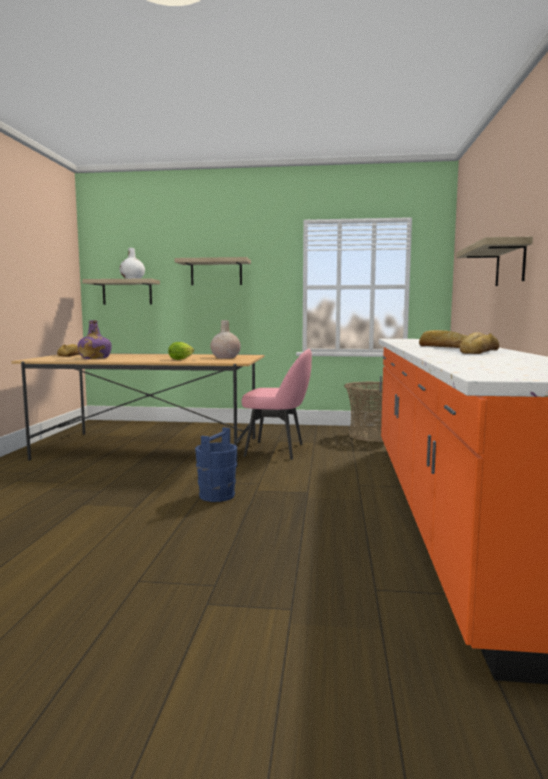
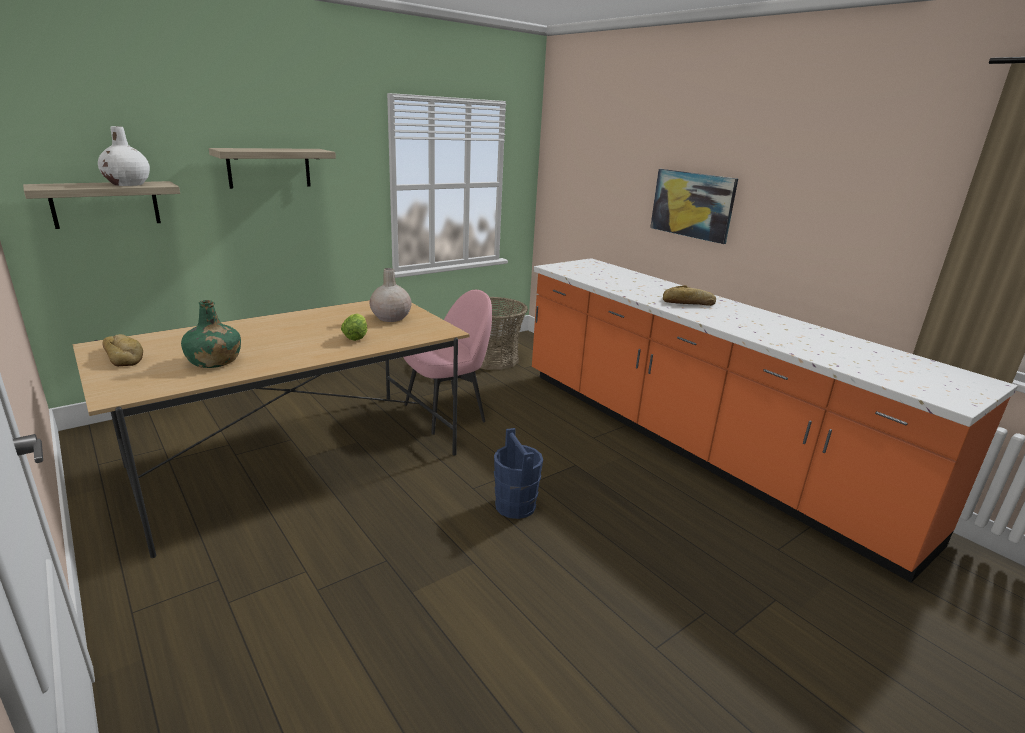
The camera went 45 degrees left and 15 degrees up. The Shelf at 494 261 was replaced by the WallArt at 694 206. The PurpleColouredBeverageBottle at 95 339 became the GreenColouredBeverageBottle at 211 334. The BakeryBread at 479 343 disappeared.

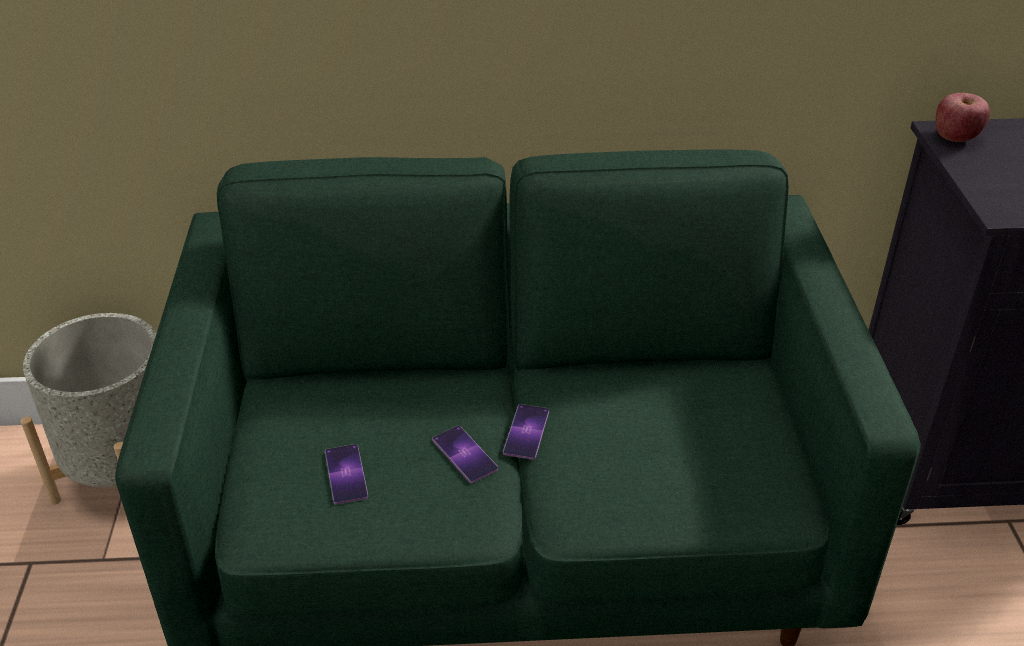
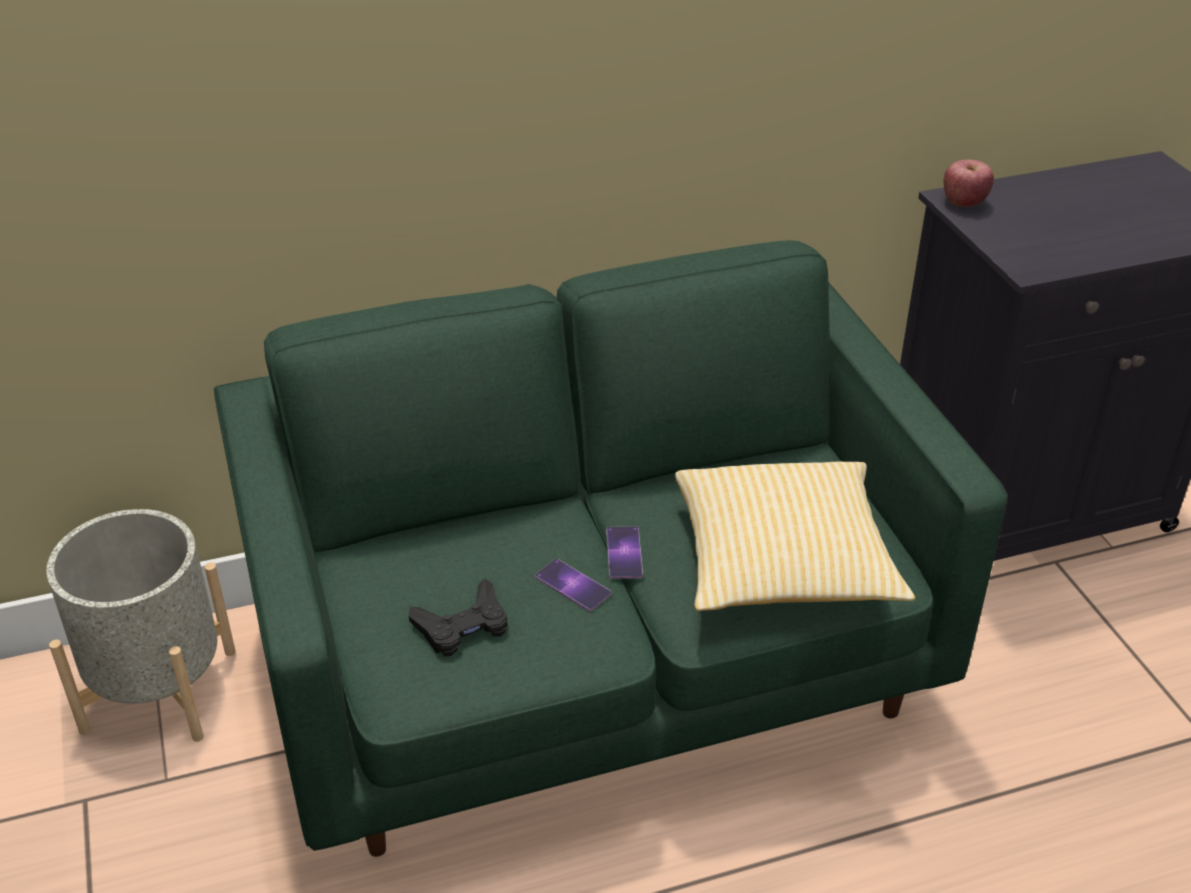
The camera went 15 degrees left and 0 degrees up. The Phone at 346 474 was replaced by the BlackishJoypad at 458 617. The Pillow at 795 536 appeared.

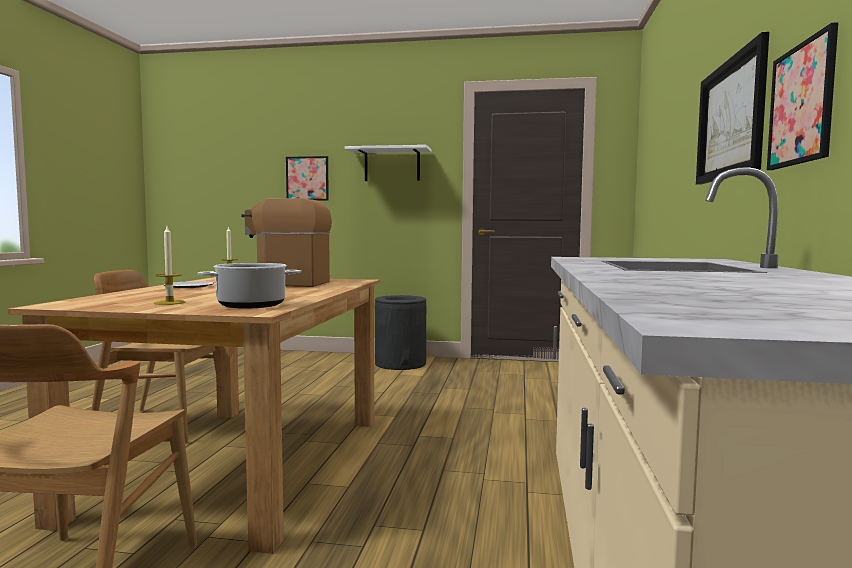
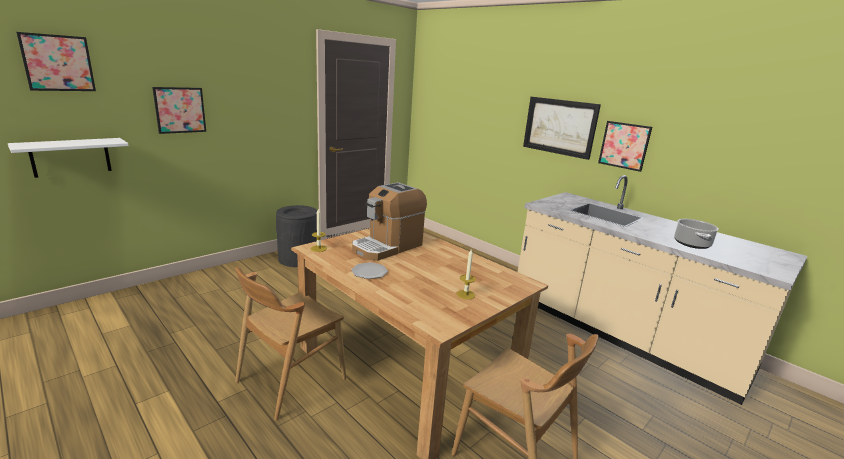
The camera went 55 degrees left and 15 degrees up. The WhiteColouredShelf moved from 388 163 to 68 158. The Stockpot moved from 249 285 to 696 234. The WallArt at 56 61 appeared.

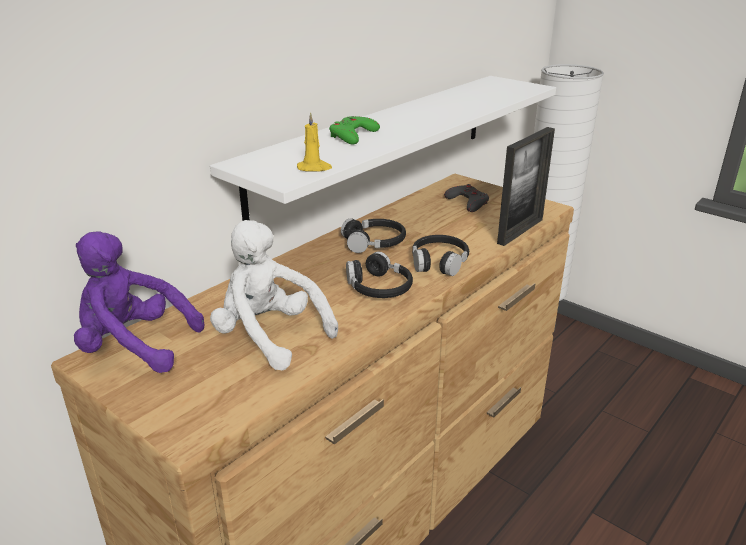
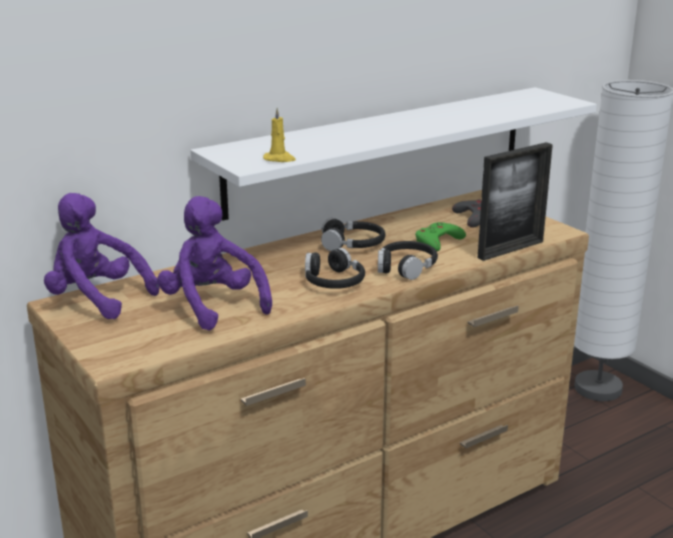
The camera went 15 degrees right and 5 degrees down. The GreenColouredJoypad moved from 354 130 to 440 236. The WhiteColouredSoftToy at 274 295 became the PurpleColouredSoftToy at 214 263.

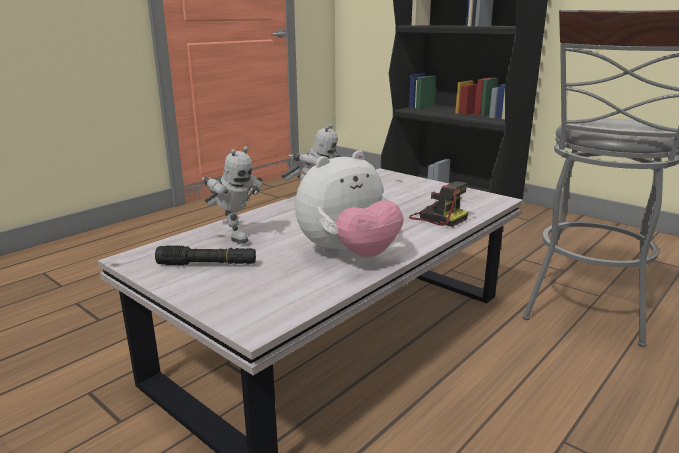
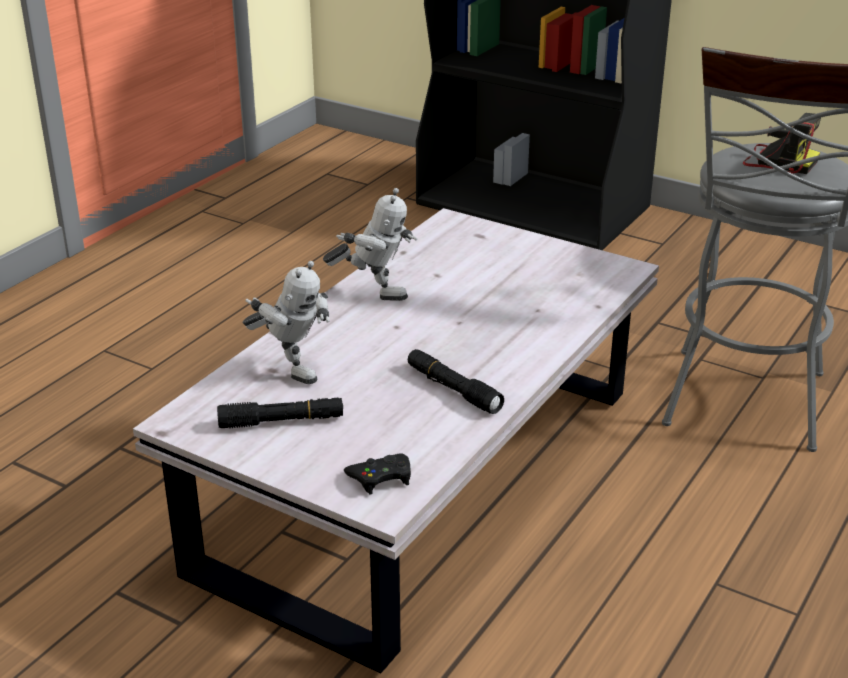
The camera went 10 degrees left and 10 degrees up. The SoftToy at 349 204 was replaced by the BlackishTorch at 456 381. The StillCamera moved from 438 204 to 782 143. The BlackishJoypad at 377 473 appeared.

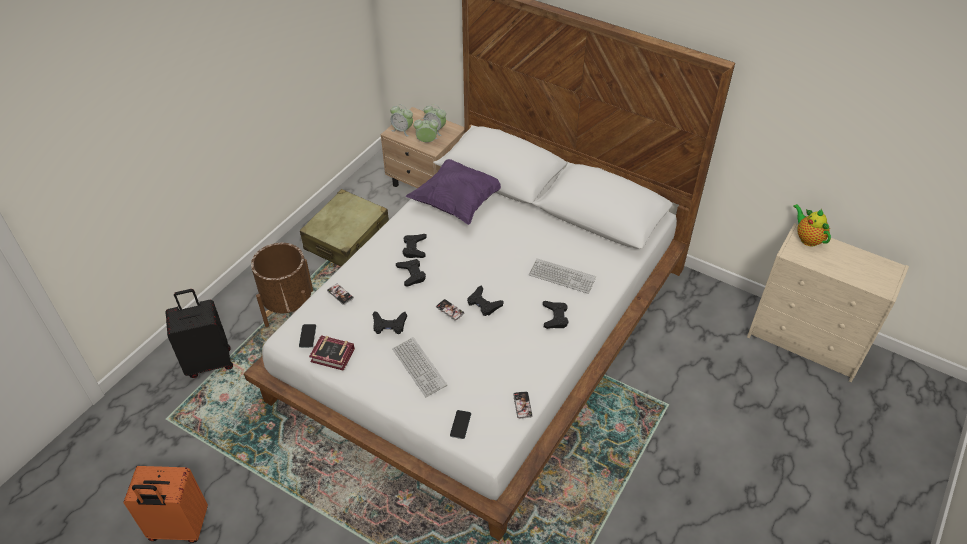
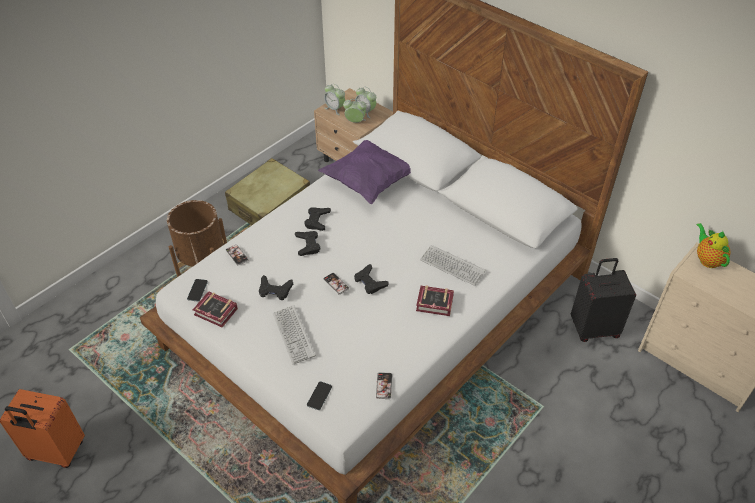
The camera went 10 degrees right and 0 degrees up. The BlackishPieceOfLuggage moved from 199 333 to 603 300. The BlackishJoypad at 556 315 was replaced by the BoundBook at 435 300.

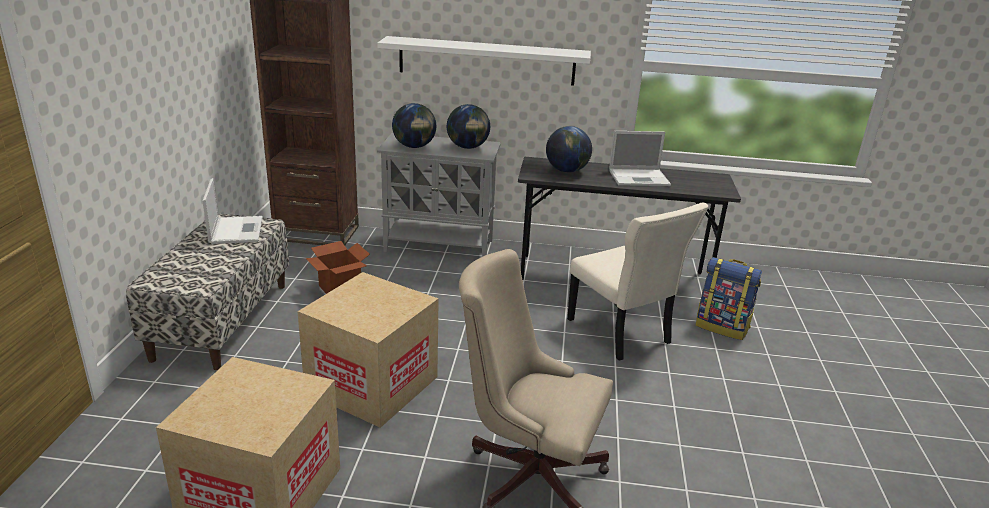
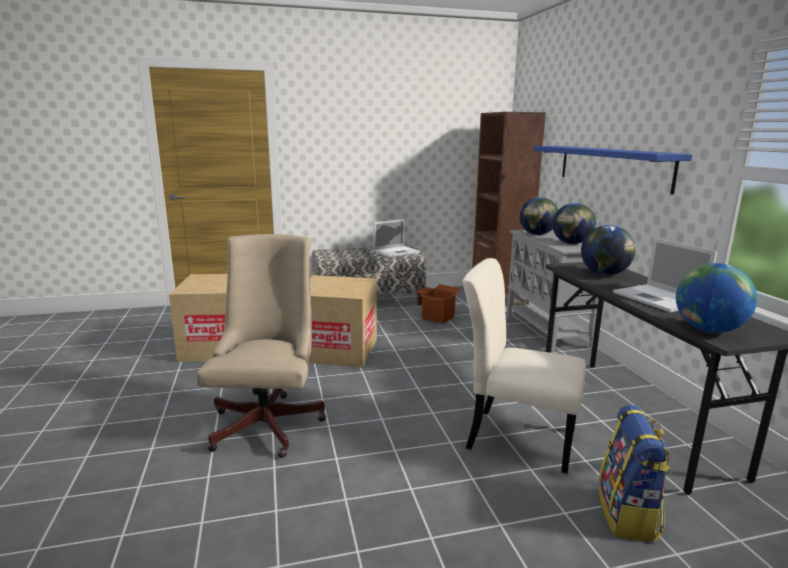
The camera went 70 degrees right and 10 degrees down. The WhiteColouredShelf at 484 61 became the BlueShelf at 612 170. The SandColouredChair at 637 282 turned 75 degrees clockwise. The DeskGlobe at 716 298 appeared.

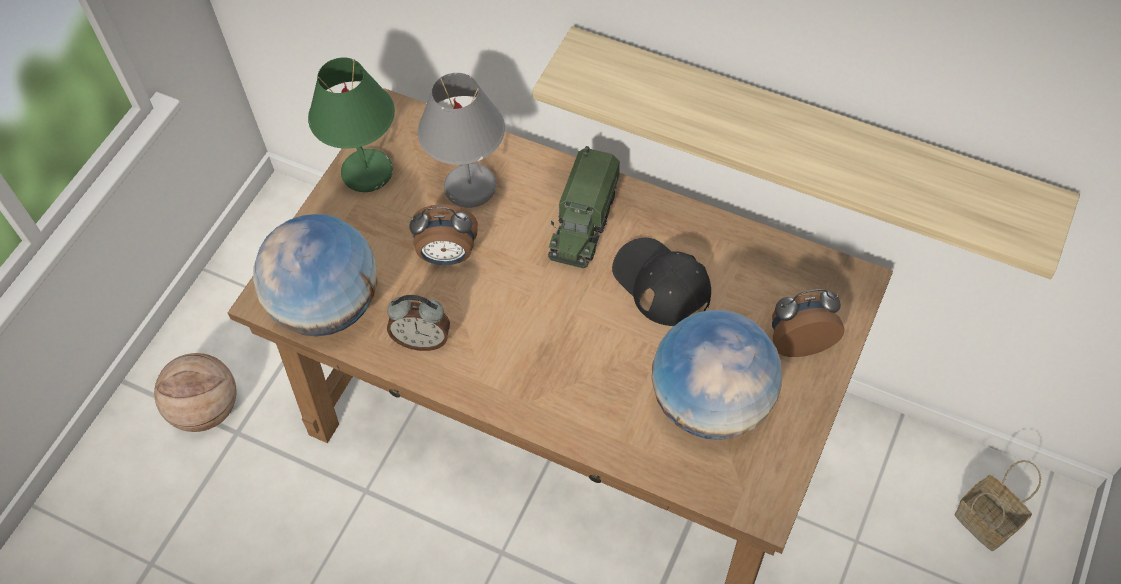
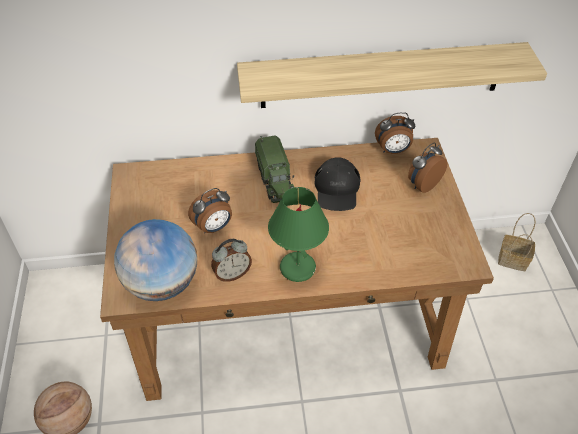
The camera went 35 degrees left and 10 degrees down. The GreenColouredLampForATable moved from 351 125 to 298 234. The GreyishLampForATable at 461 140 disappeared. The BlackishCap at 661 282 turned 105 degrees counterclockwise. The DeskGlobe at 717 375 disappeared. The TableClock at 395 133 appeared.

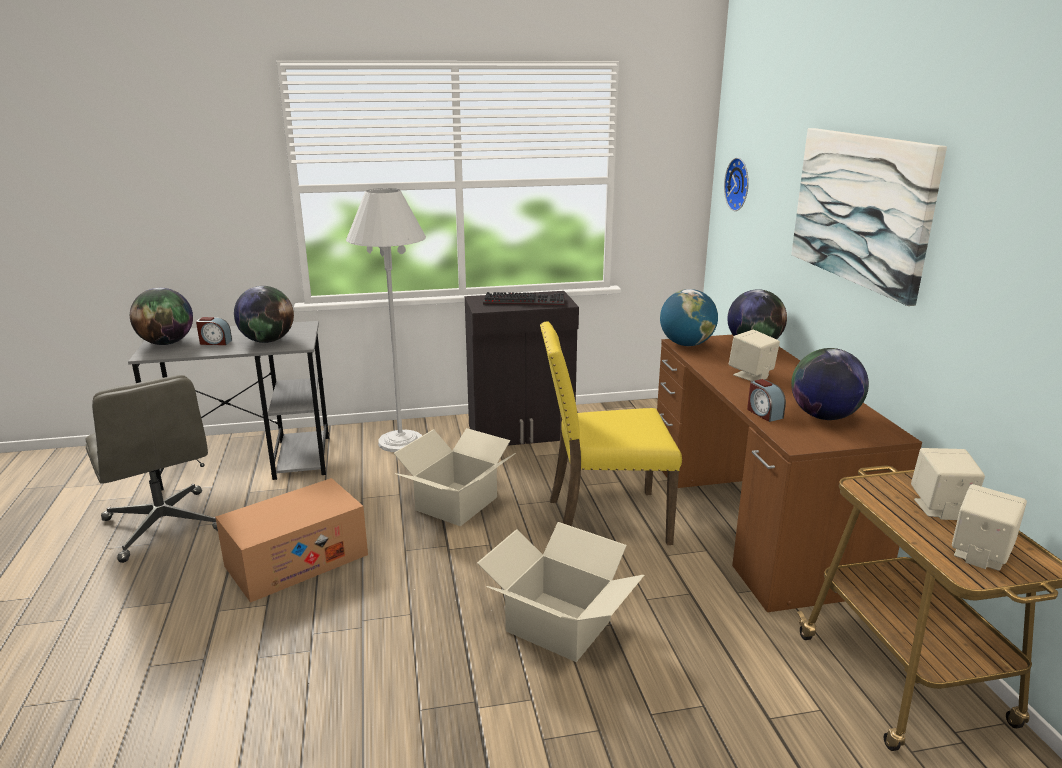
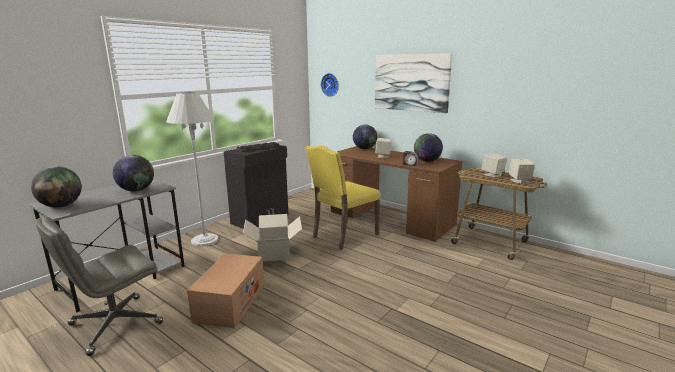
The camera went 40 degrees left and 5 degrees down. The DeskGlobe at 689 317 disappeared. The TableClock at 214 331 disappeared. The GreyishDeskChair at 151 469 turned 120 degrees clockwise. The PackingBox at 560 592 disappeared.

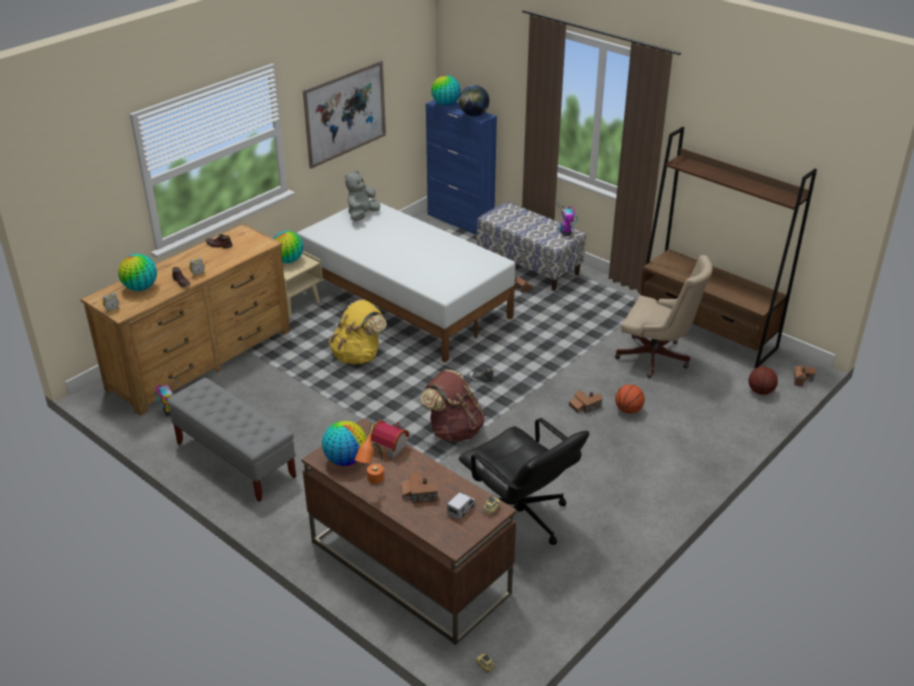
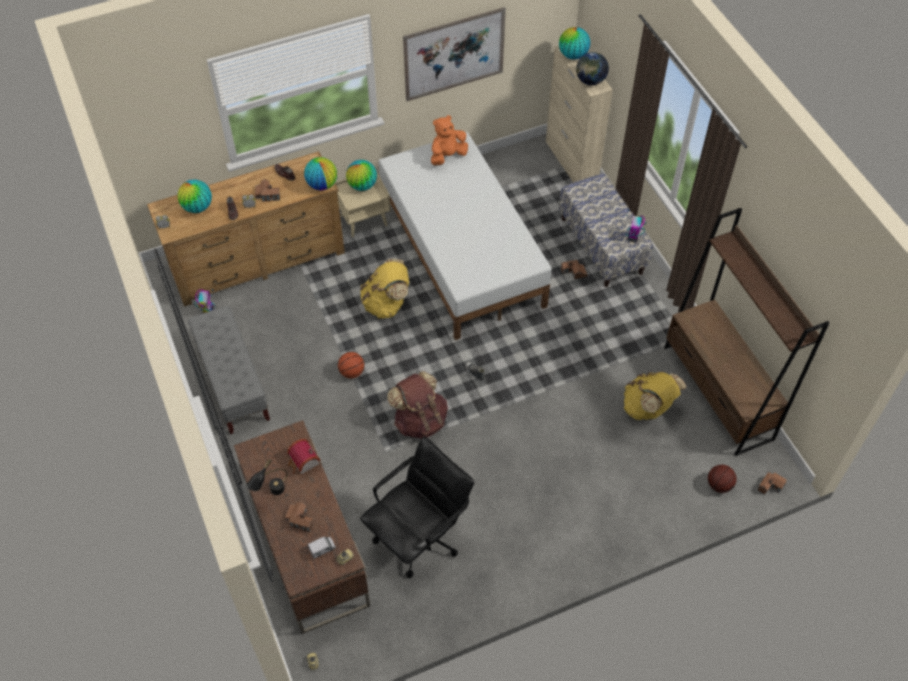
The camera went 25 degrees right and 20 degrees up. The BlueCupboard at 461 167 became the SandColouredCupboard at 579 114. The GreyishSoftToy at 362 196 became the OrangeSoftToy at 449 140. The SandColouredDeskChair at 664 316 was replaced by the YellowishKnapsack at 655 396. The BallForBasketball moved from 630 399 to 351 365. The MiniatureHouse moved from 586 401 to 267 190. The BlackishDeskChair at 524 481 turned 120 degrees counterclockwise. The DeskGlobe moved from 344 443 to 320 173. The OrangeLampForATable at 369 454 became the BlackishLampForATable at 267 477.

